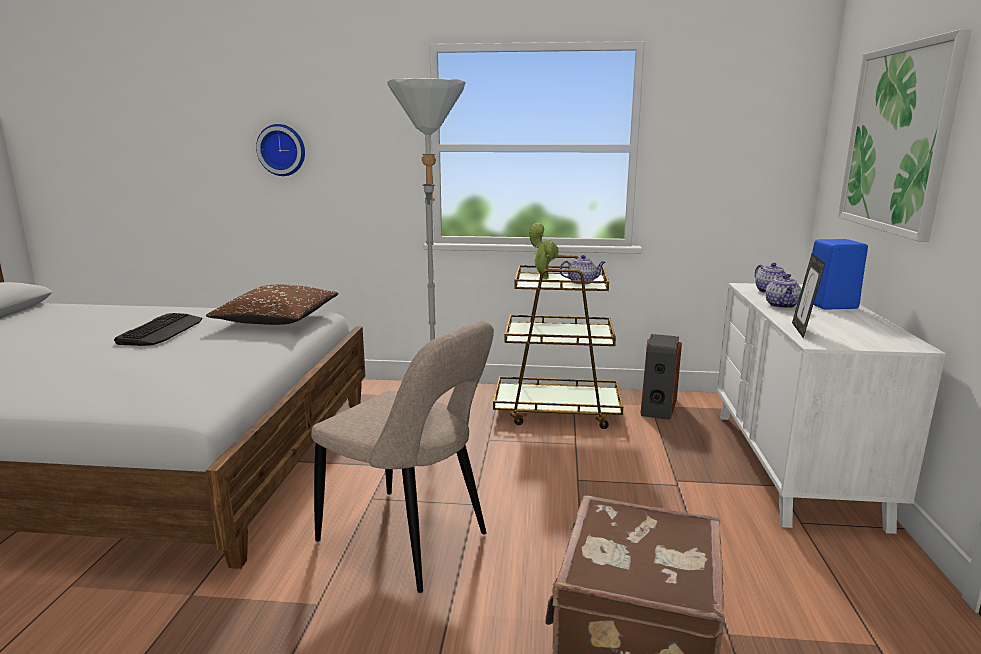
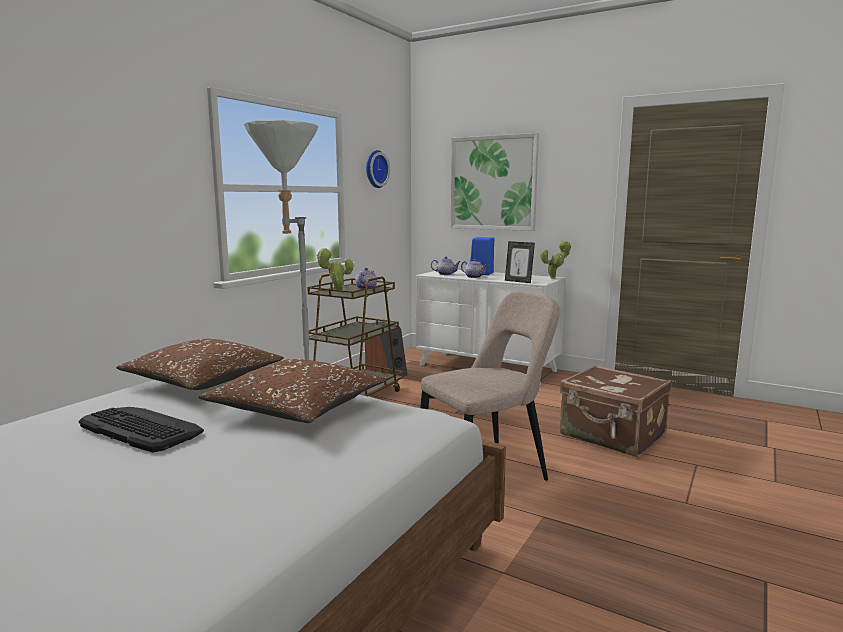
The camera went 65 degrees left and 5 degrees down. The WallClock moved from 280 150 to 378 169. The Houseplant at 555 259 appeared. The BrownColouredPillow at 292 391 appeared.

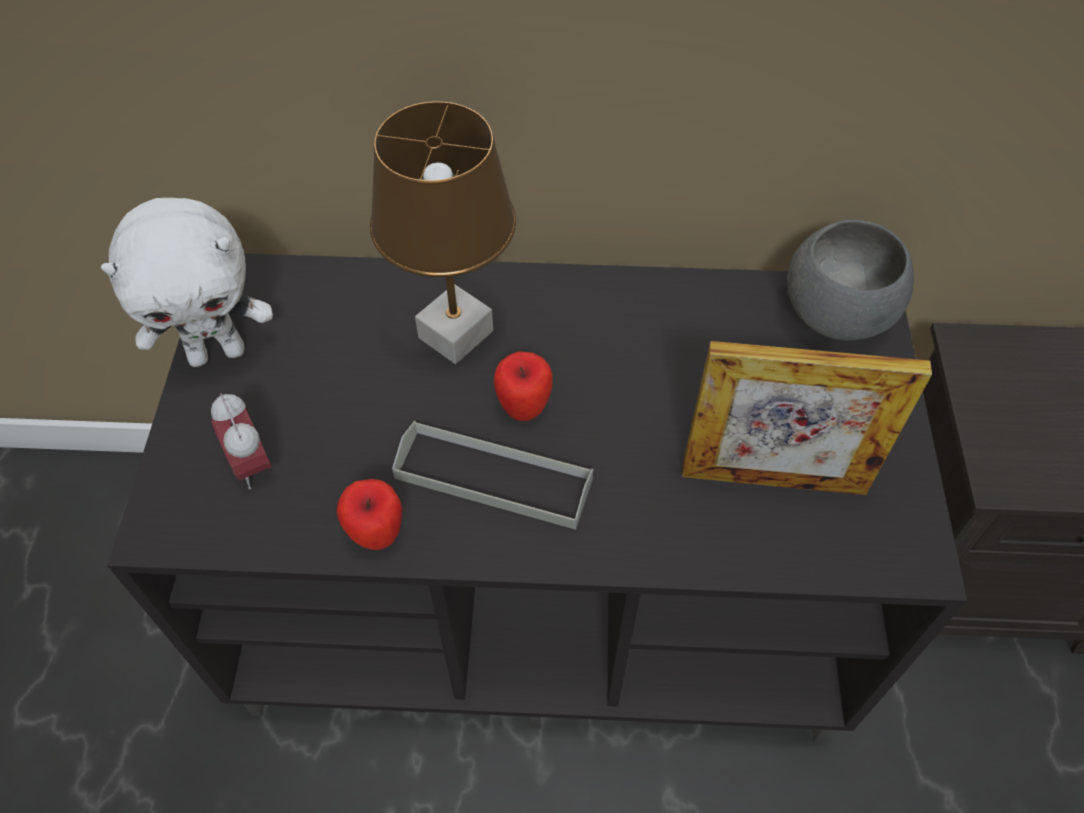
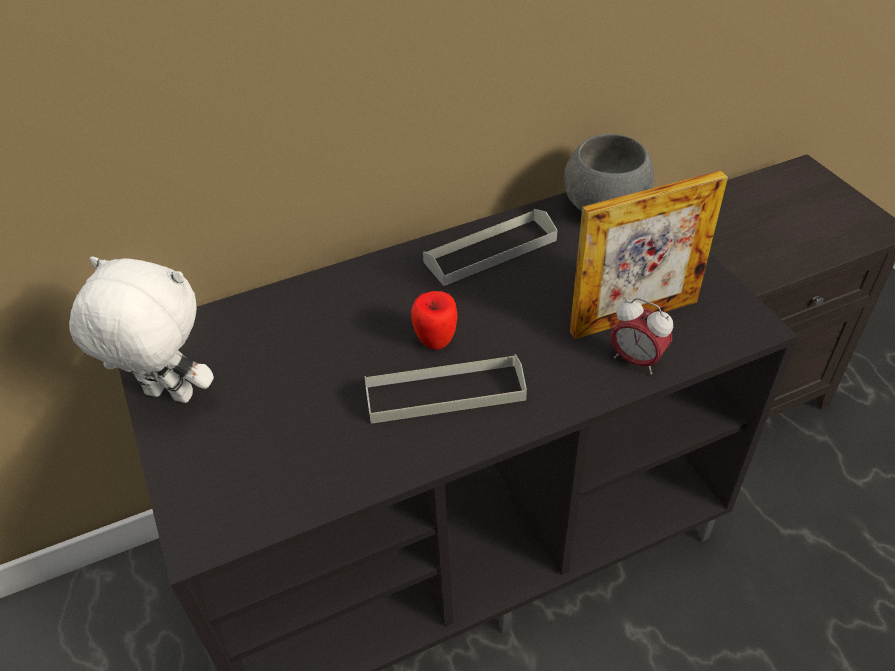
The camera went 25 degrees left and 10 degrees down. The BrownColouredLampForATable at 443 232 disappeared. The WhiteColouredSoftToy at 187 282 turned 120 degrees counterclockwise. The TableClock moved from 241 441 to 641 336. The Apple at 369 514 disappeared. The GreyishServingTray at 490 247 appeared.

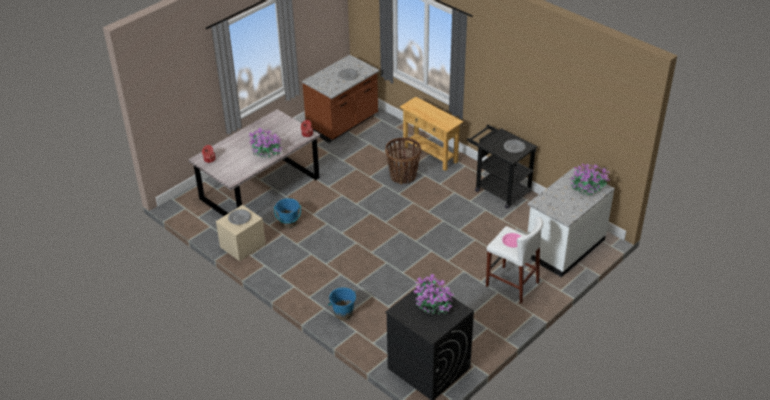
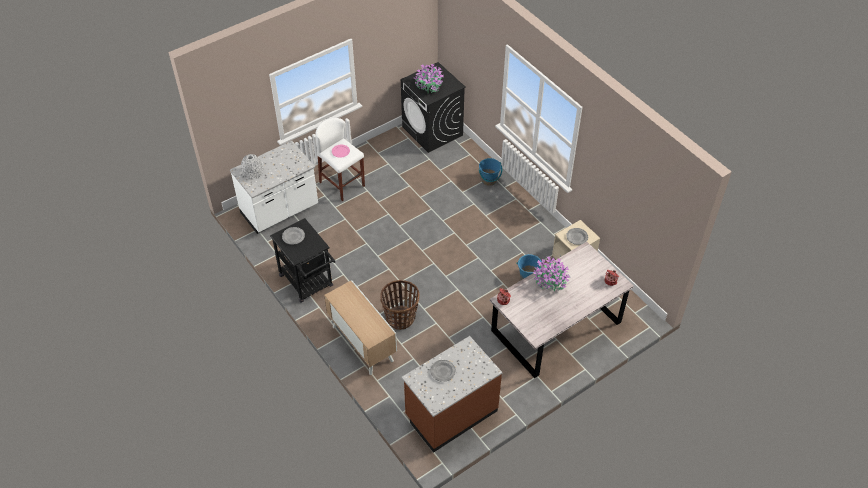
The camera went 170 degrees left and 10 degrees up. The SandColouredHallTable at 432 134 was replaced by the Cupboard at 360 327. The Houseplant at 590 179 was replaced by the GreyishVase at 252 167.

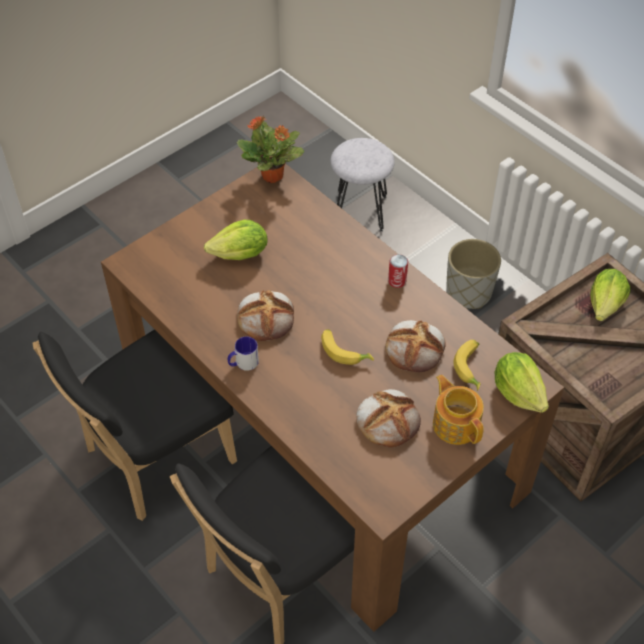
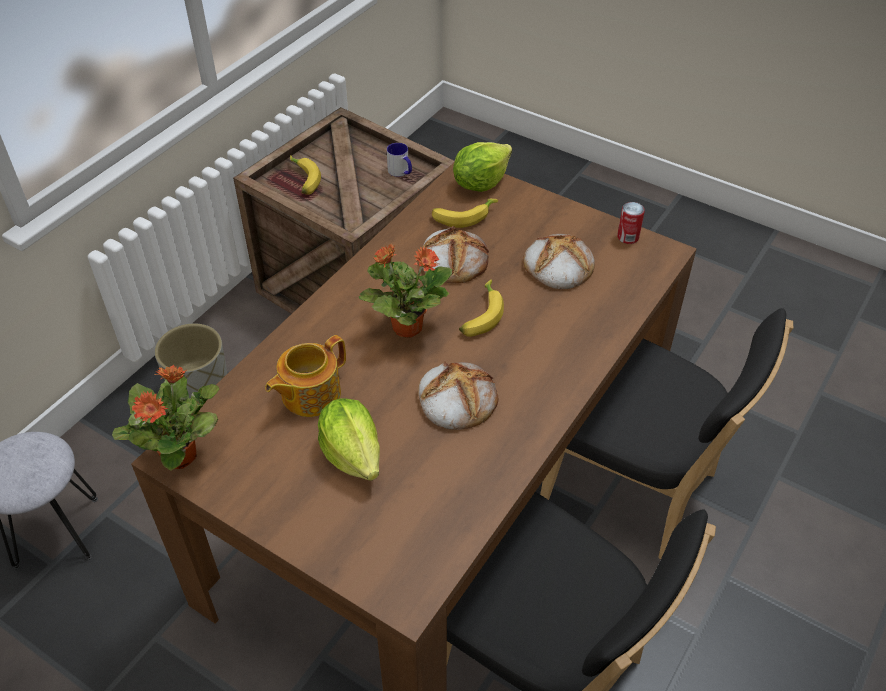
The camera went 105 degrees left and 5 degrees down. The MetalCan moved from 398 271 to 631 223. The Lettuce at 610 295 was replaced by the BananaFruit at 305 175. The TeaMug moved from 243 353 to 399 160. The PotForTea moved from 458 410 to 305 376. The Houseplant at 405 291 appeared.

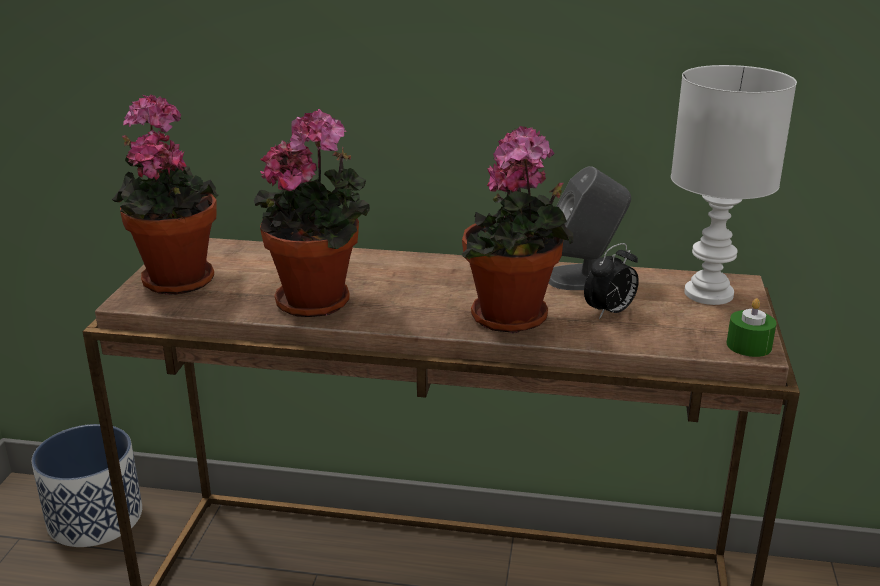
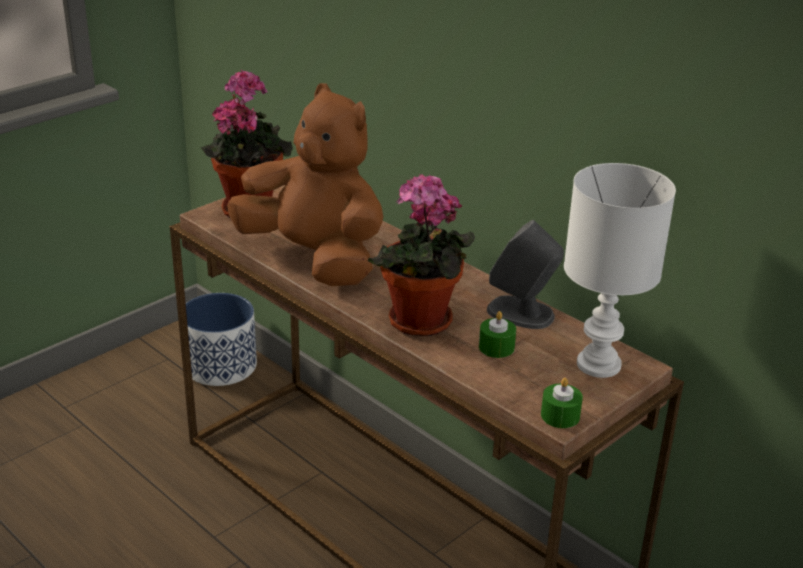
The camera went 35 degrees right and 5 degrees up. The Houseplant at 312 213 was replaced by the BrownColouredSoftToy at 305 184. The TableClock at 611 281 was replaced by the GreenColouredWaxLight at 497 334.

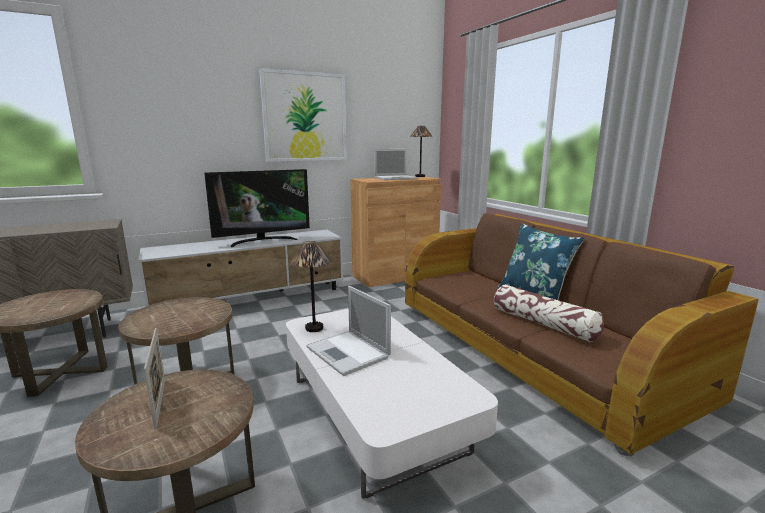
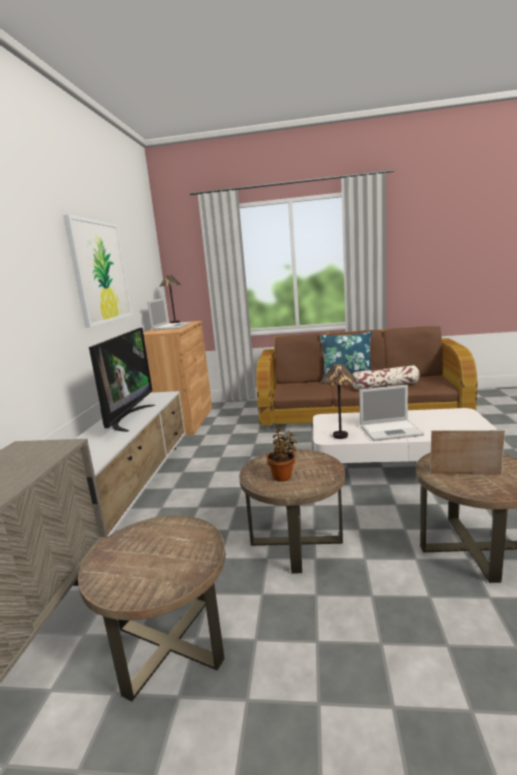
The camera went 55 degrees left and 0 degrees up. The Houseplant at 282 455 appeared.

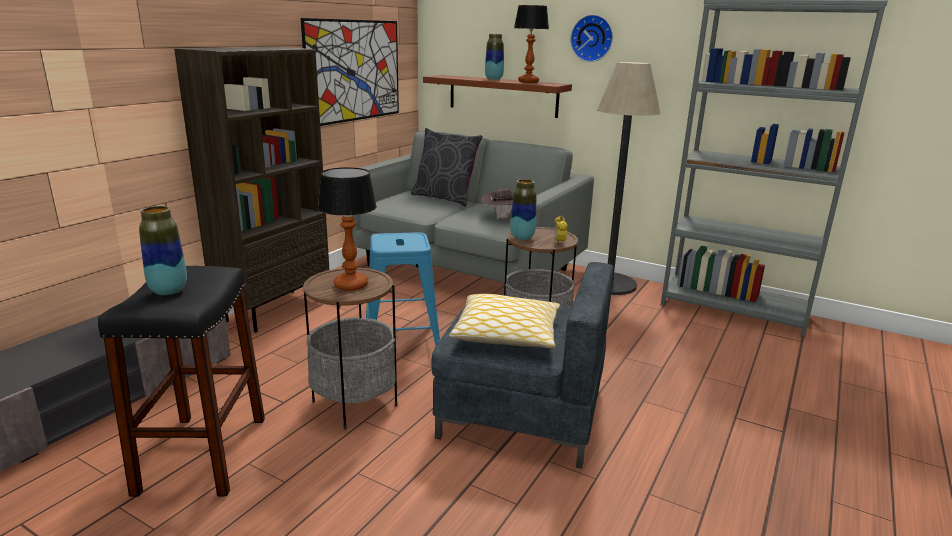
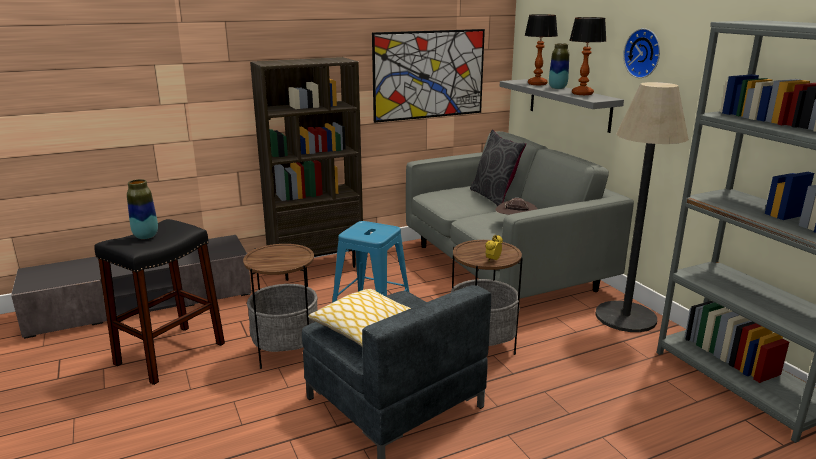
The camera went 35 degrees right and 0 degrees up. The BrownColouredShelf at 497 96 became the GreyishShelf at 562 106. The LampForATable moved from 347 229 to 541 49. The Vase at 523 209 disappeared.

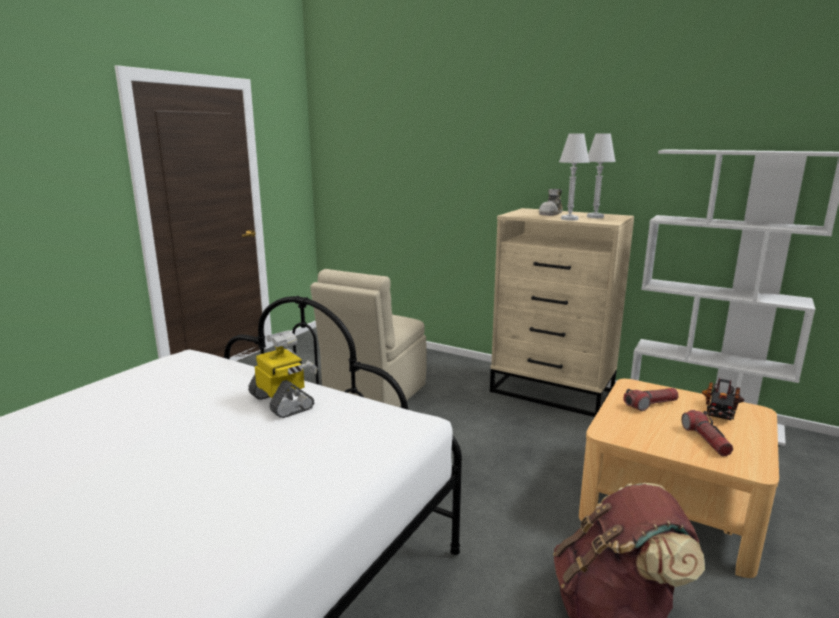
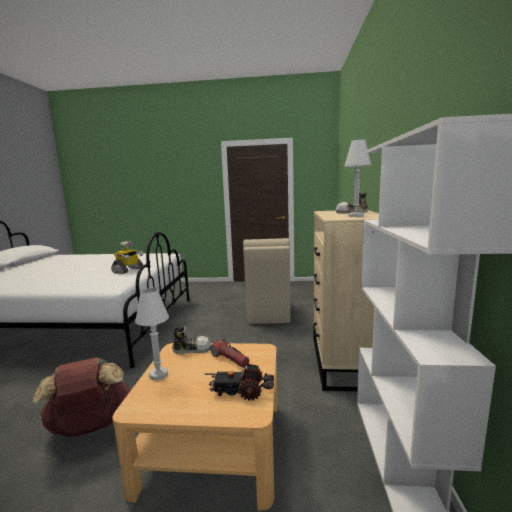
The camera went 65 degrees right and 5 degrees down. The WhiteColouredLampForATable moved from 574 177 to 152 334. The SandColouredChair at 368 338 turned 90 degrees counterclockwise. The Torch at 707 433 disappeared. The Shoe at 191 340 appeared.

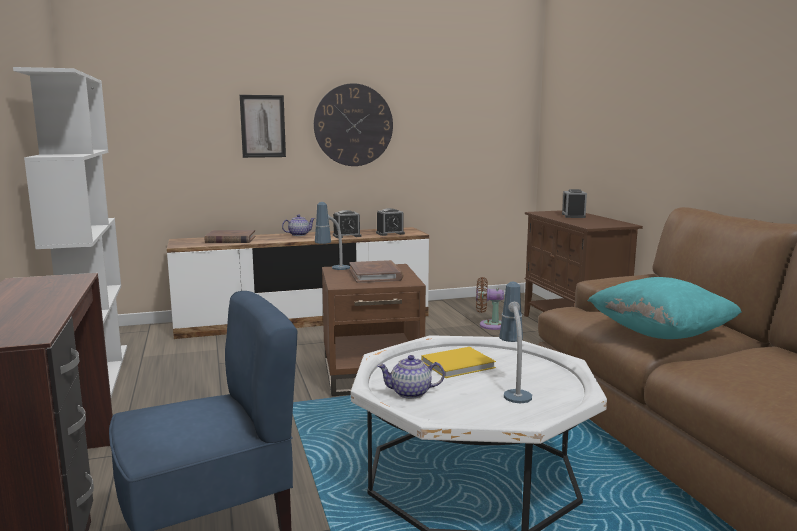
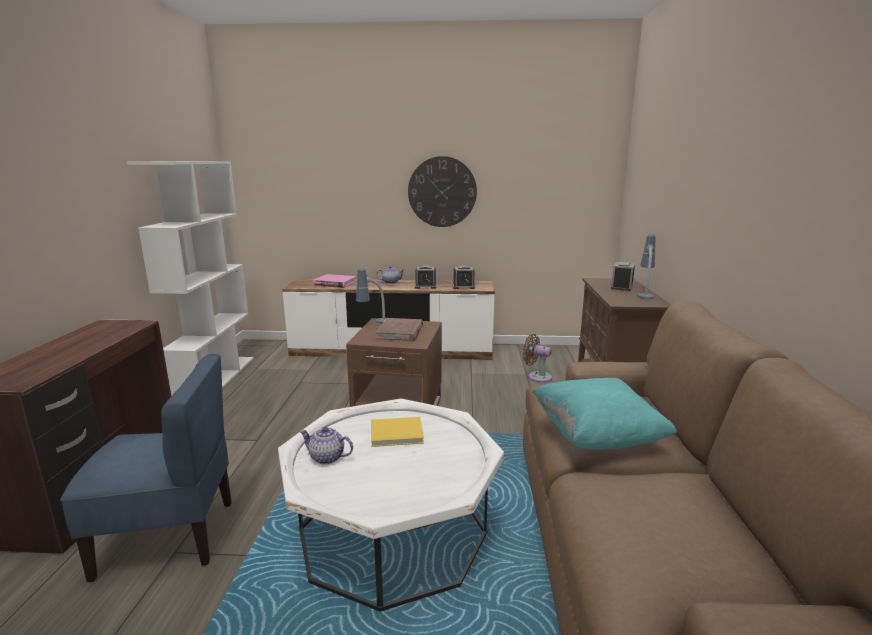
The camera went 20 degrees right and 5 degrees up. The WallArt at 263 126 disappeared. The BrownColouredBoundBook at 230 236 became the PinkBoundBook at 335 281. The LampForATable moved from 515 342 to 646 266.

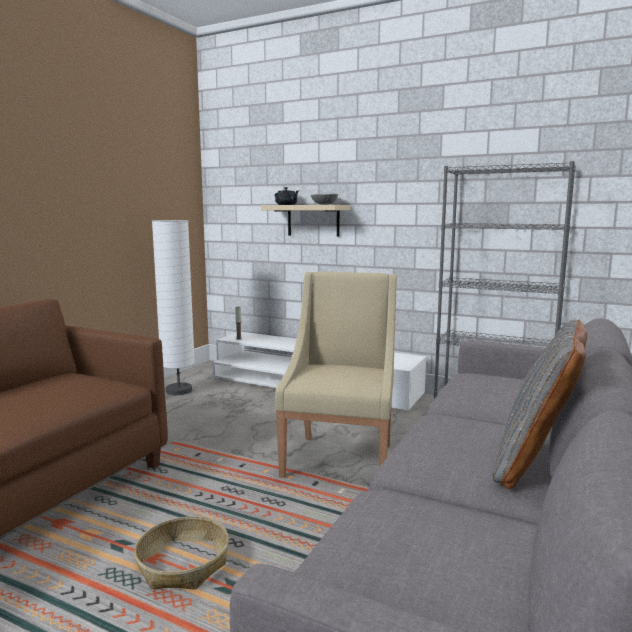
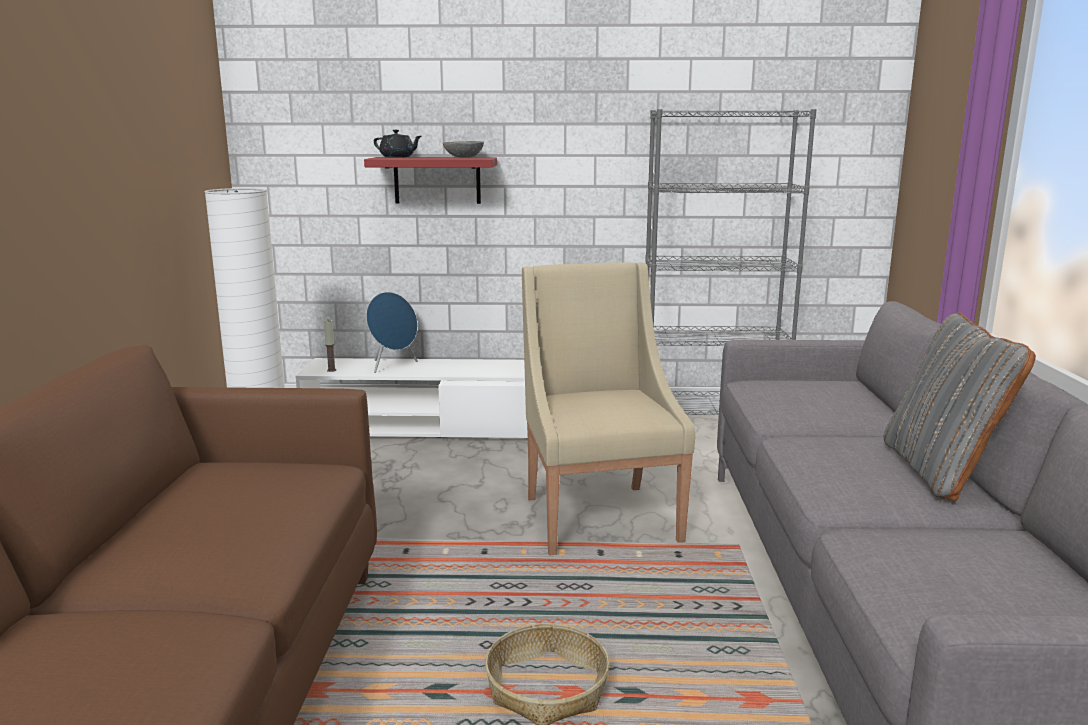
The camera went 25 degrees left and 5 degrees up. The SandColouredShelf at 305 221 became the RedShelf at 430 180. The BlueSpeaker at 392 332 appeared.

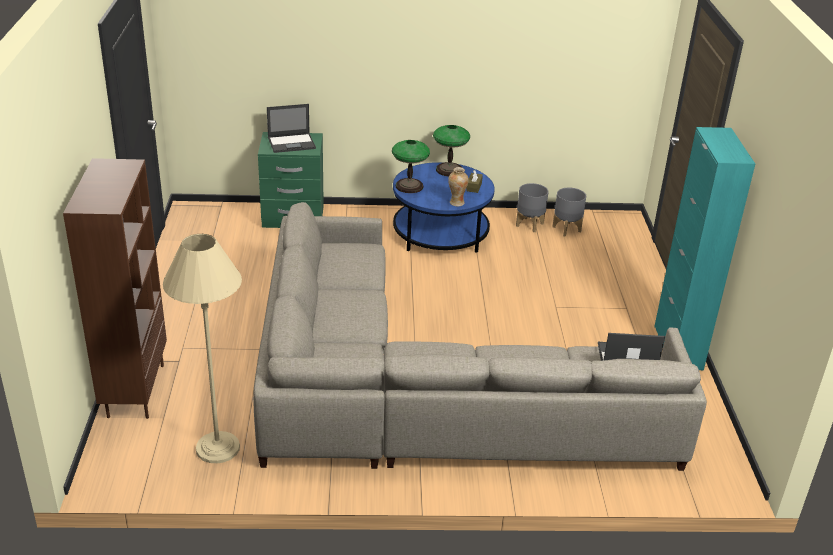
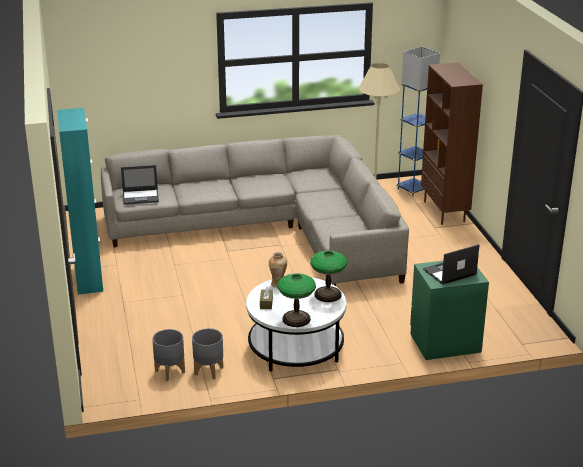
The camera went 170 degrees right and 5 degrees down. The BlueLoungeTable at 444 207 became the WhiteColouredLoungeTable at 296 324. The BlueFloorLamp at 418 121 appeared.

